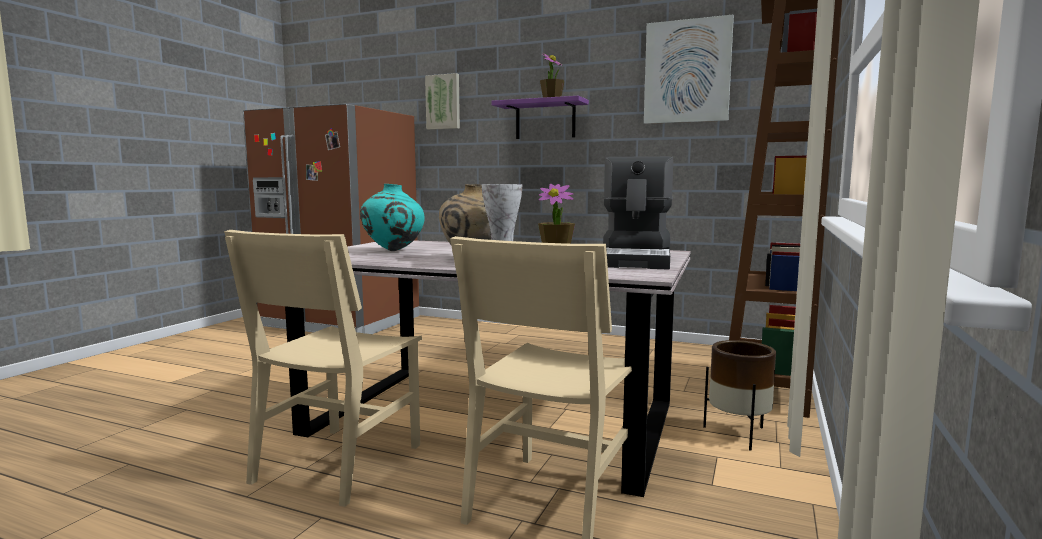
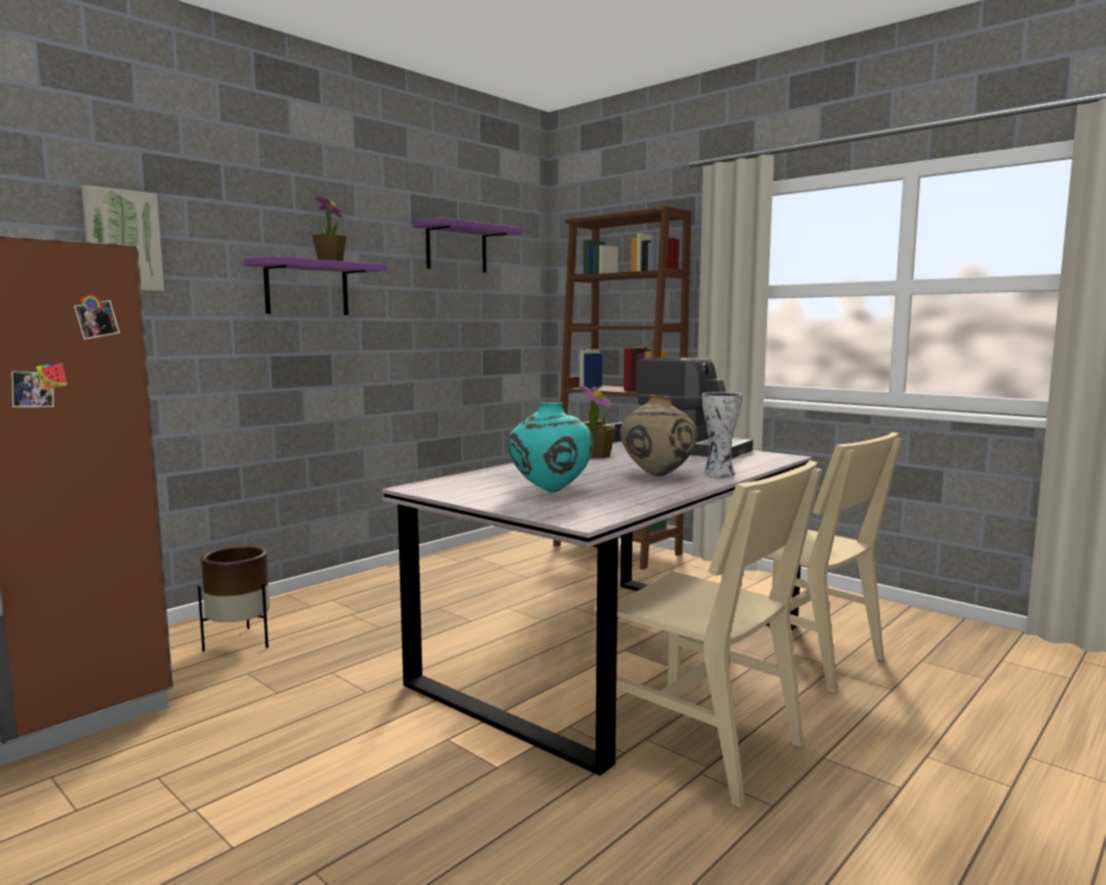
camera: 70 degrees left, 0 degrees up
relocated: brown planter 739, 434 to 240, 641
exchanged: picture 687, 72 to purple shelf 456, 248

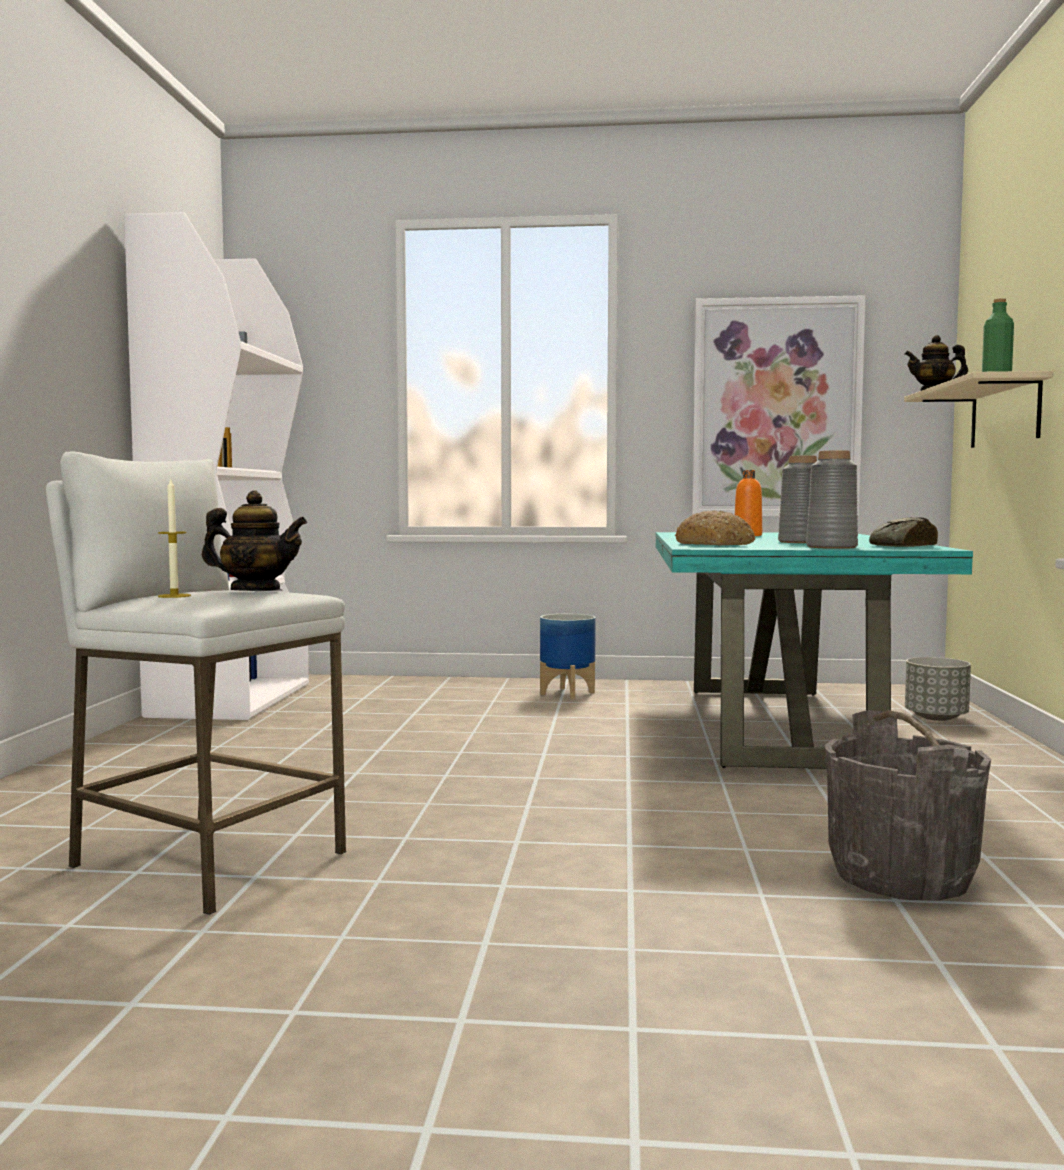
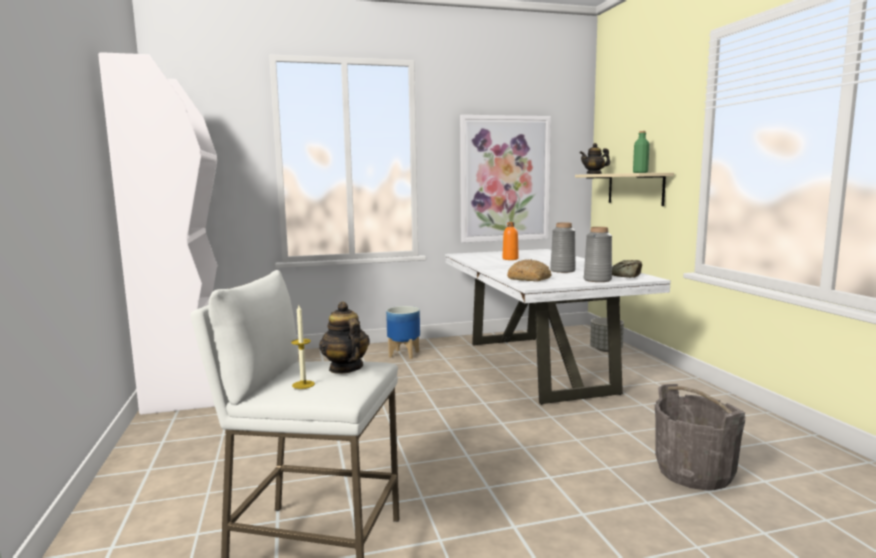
camera: 20 degrees left, 5 degrees up
colour: turquoise dining table 777, 726 to white dining table 538, 367
spun: teapot 256, 591 = 345, 368 105 degrees counterclockwise

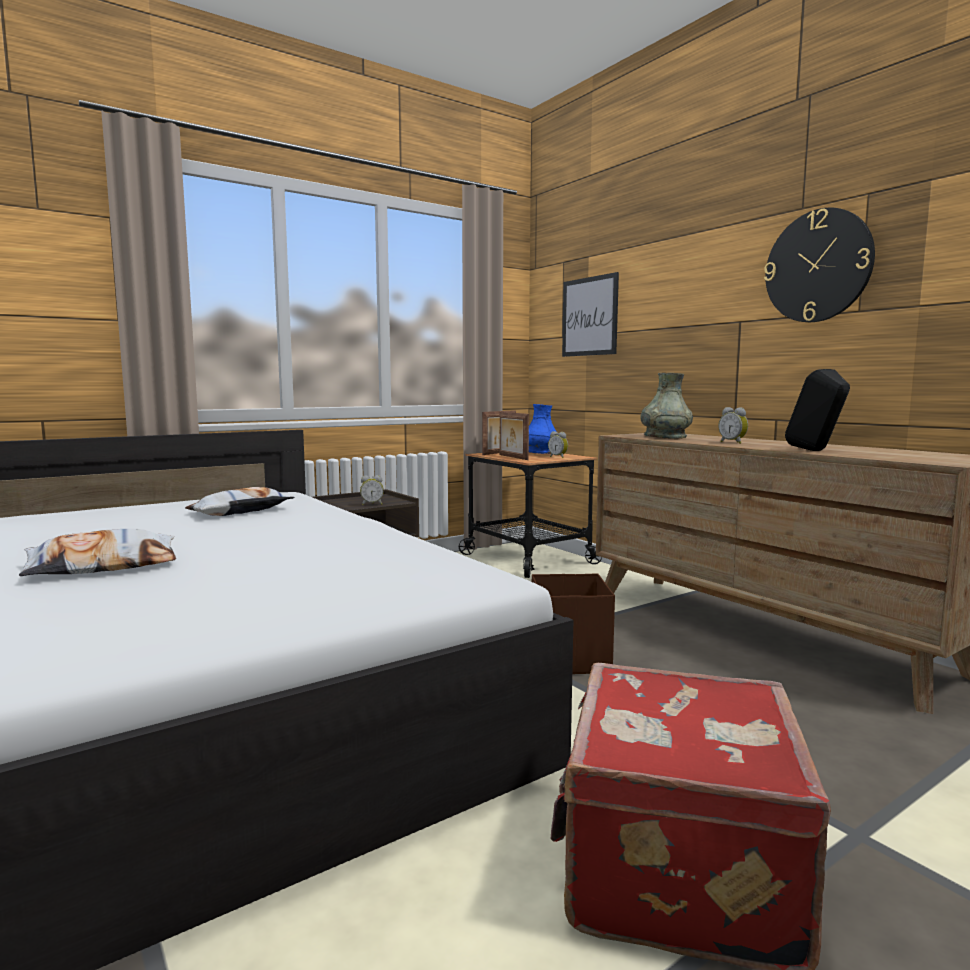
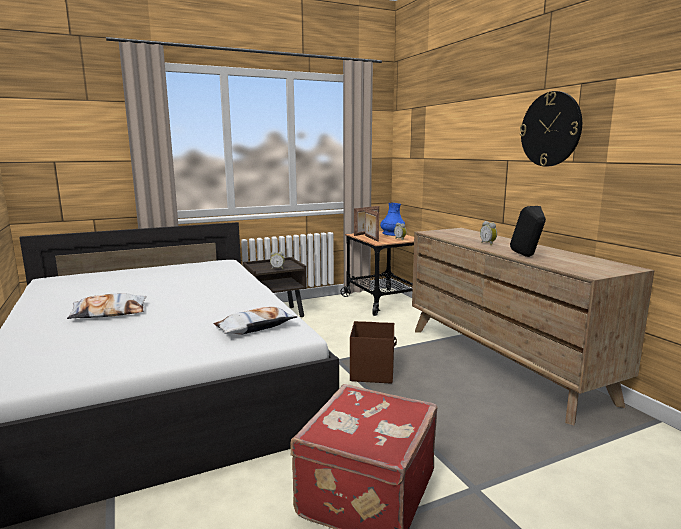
camera: 10 degrees right, 5 degrees up
missing: picture 589, 316; grey vase 665, 437
relocated: pillow 240, 511 to 255, 327

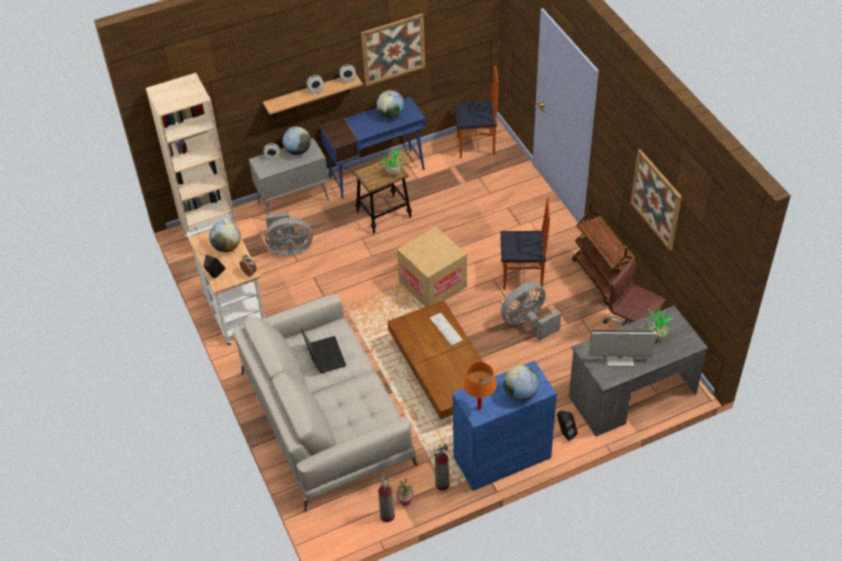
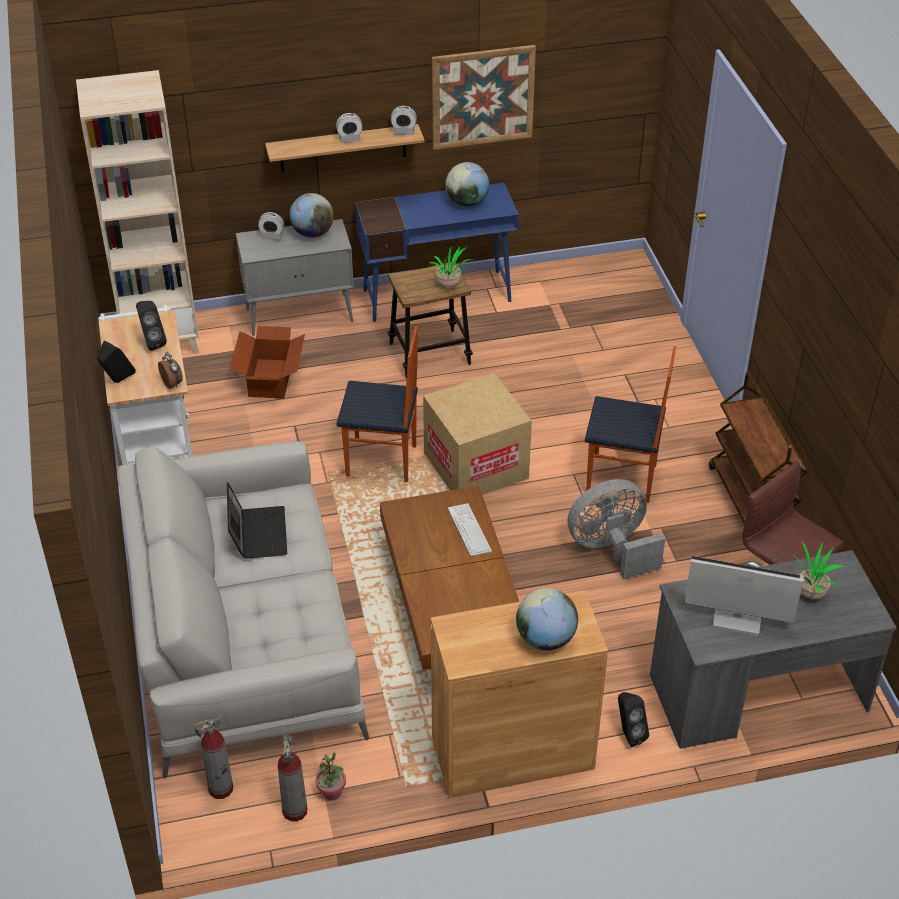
camera: 10 degrees right, 5 degrees down
missing: picture 656, 199; orange table lamp 479, 408
relocated: chair 476, 146 to 382, 462; fire extinguisher 442, 484 to 221, 788
exchanged: grey fan 289, 248 to cardboard box 271, 378; globe 227, 247 to black speaker 151, 342
colour: blue cabinet 502, 457 to brown cabinet 512, 753

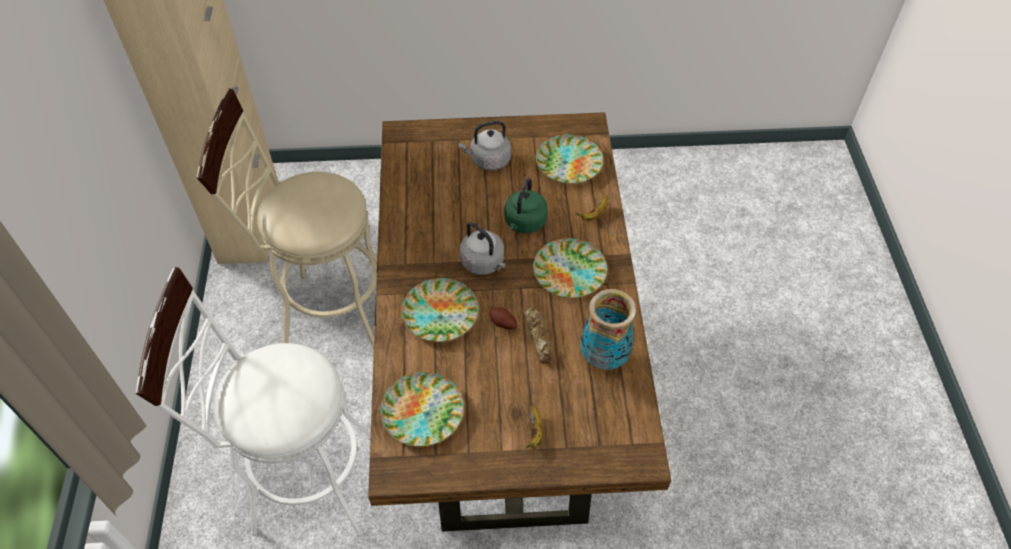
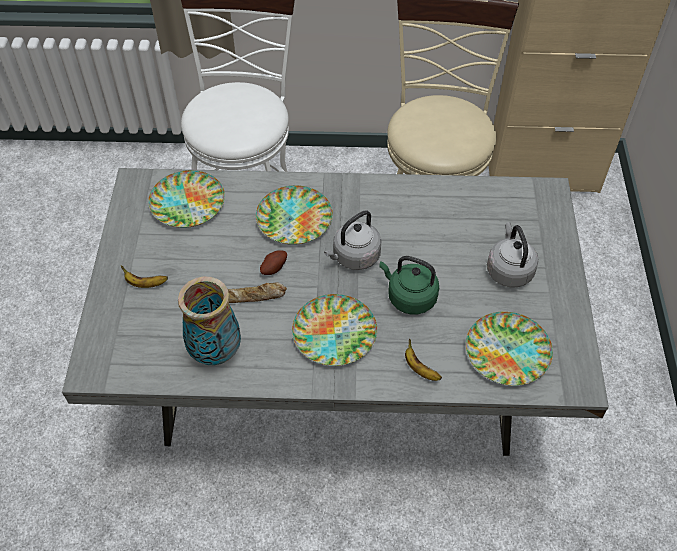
camera: 95 degrees right, 0 degrees up
colour: brown dining table 506, 380 to grey dining table 336, 387

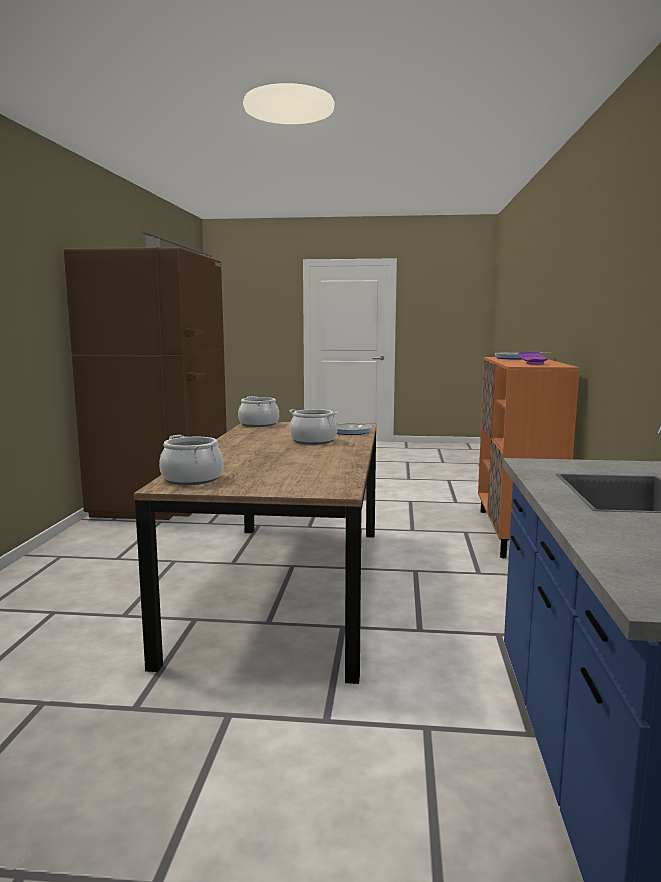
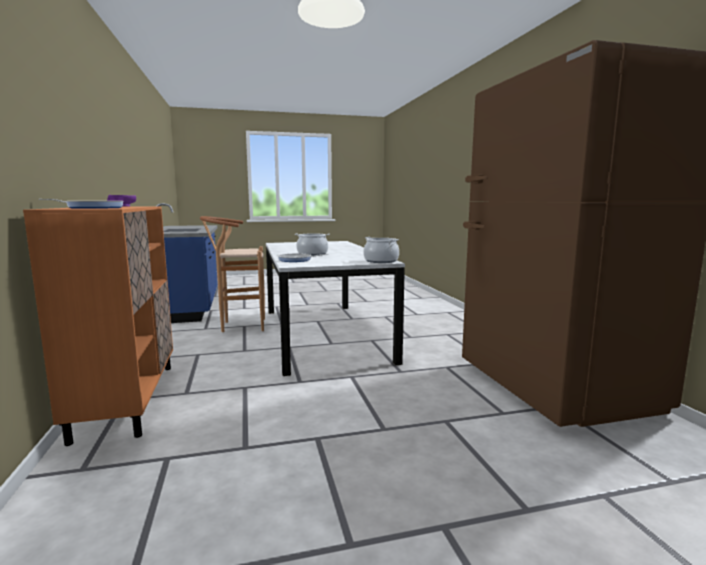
camera: 160 degrees right, 0 degrees up
missing: cooking pot 192, 479
appeared: brown stool 238, 326
colour: brown dining table 287, 586 to white dining table 323, 333

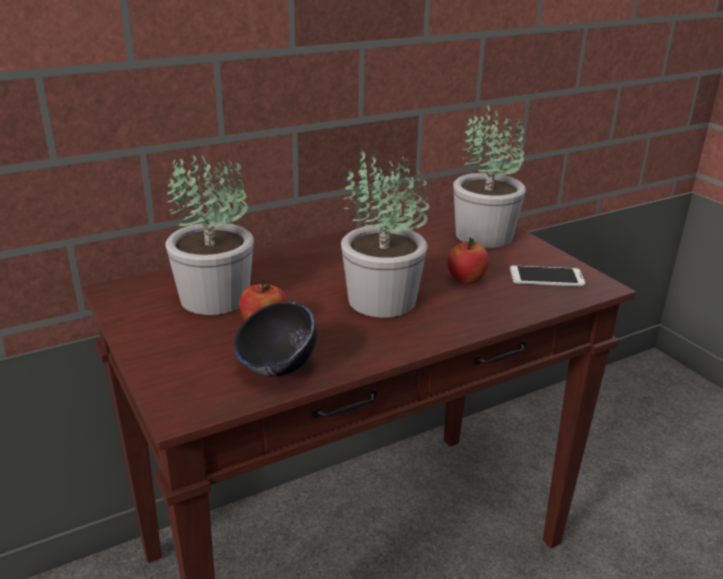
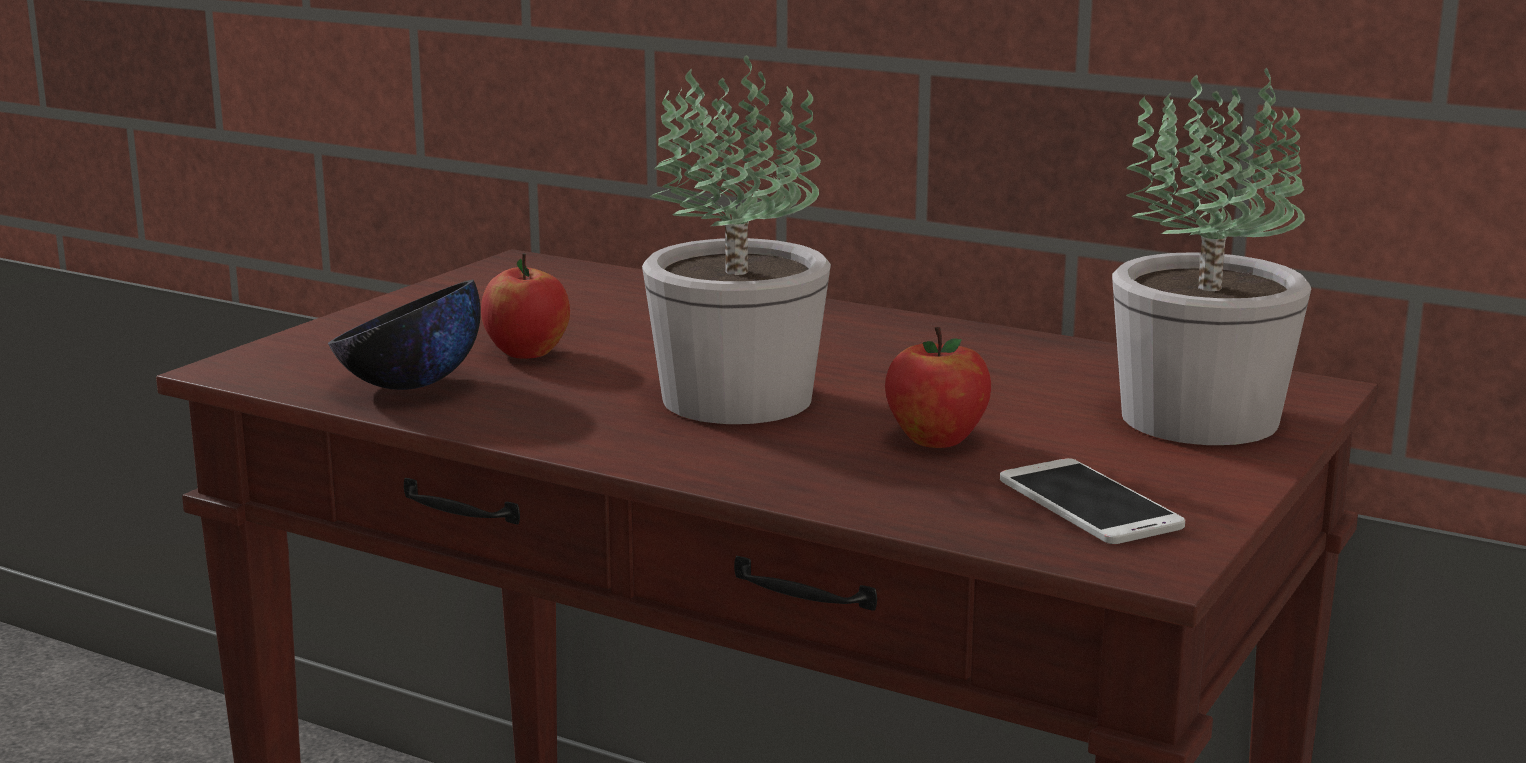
camera: 60 degrees right, 10 degrees down
missing: potted plant 214, 298

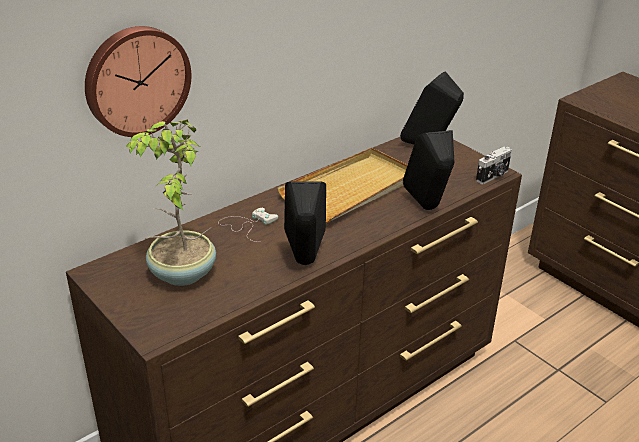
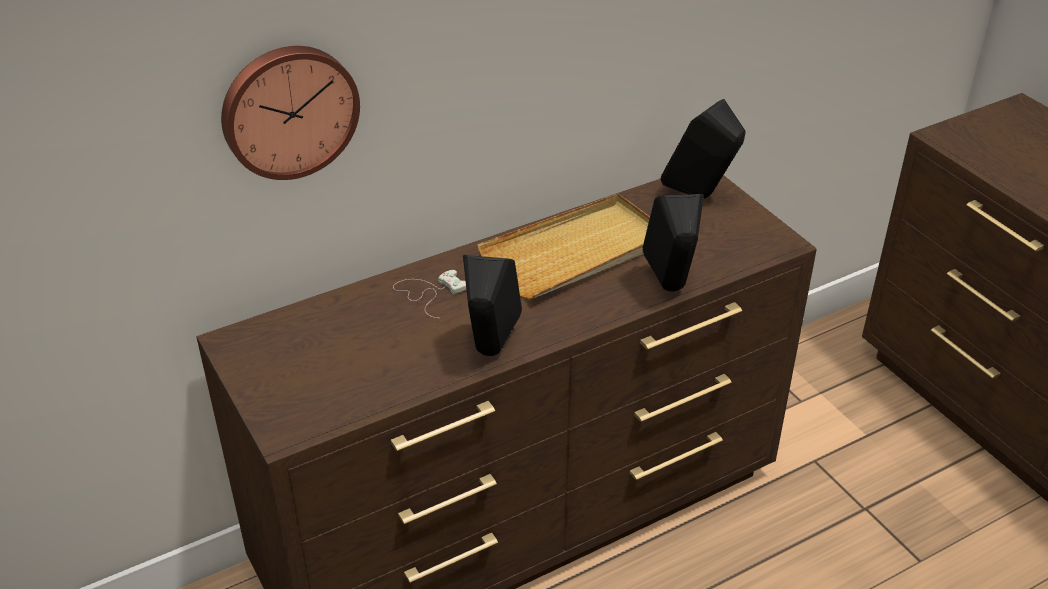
camera: 10 degrees right, 5 degrees up
missing: potted plant 181, 274; photo camera 493, 176

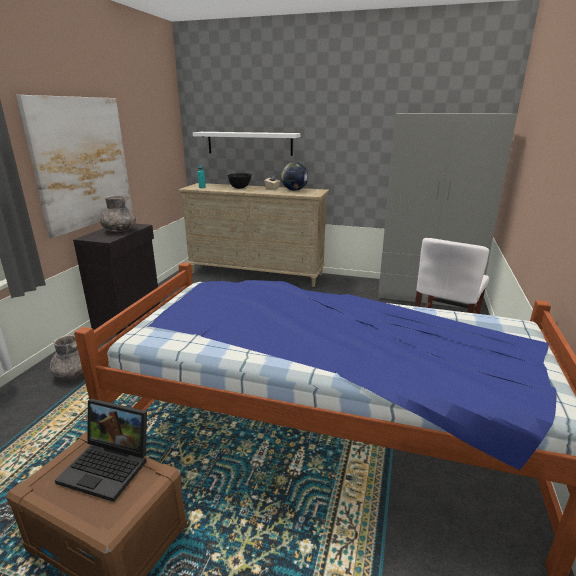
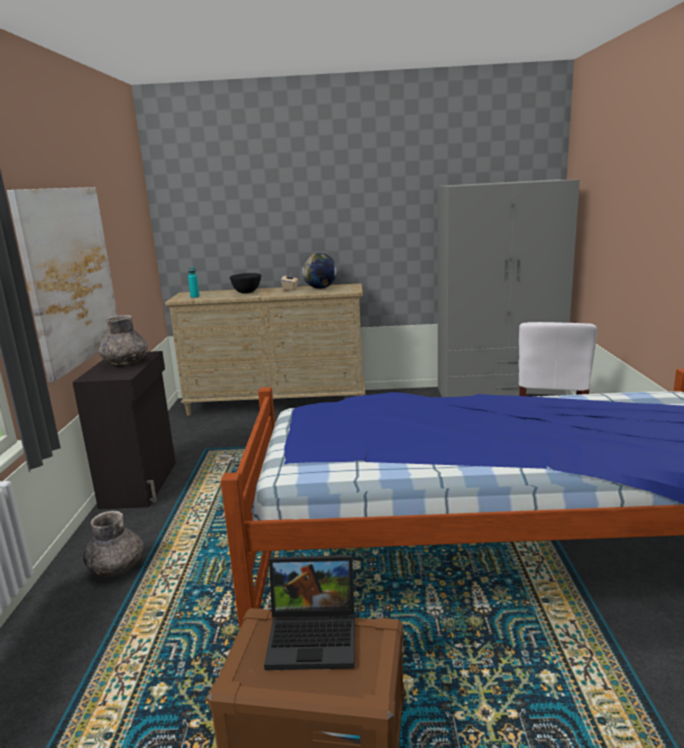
camera: 15 degrees left, 5 degrees down
missing: white shelf 249, 143

